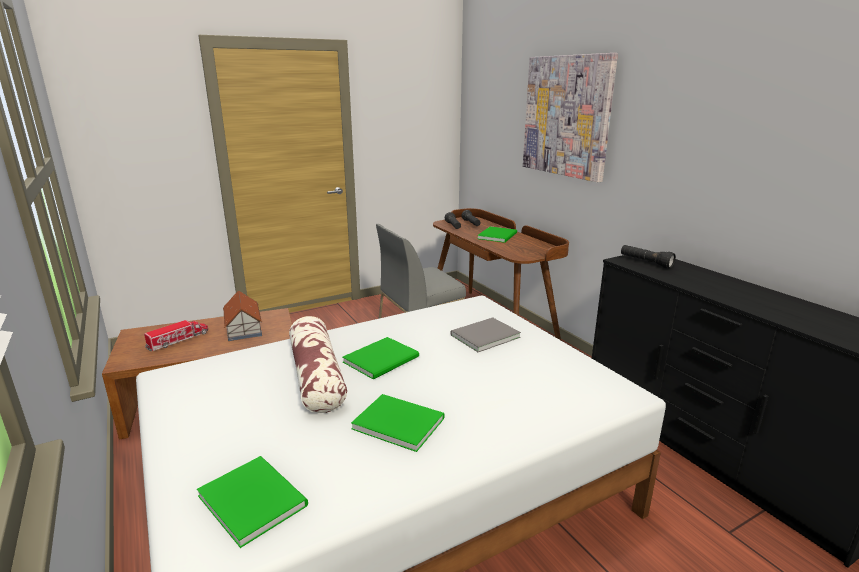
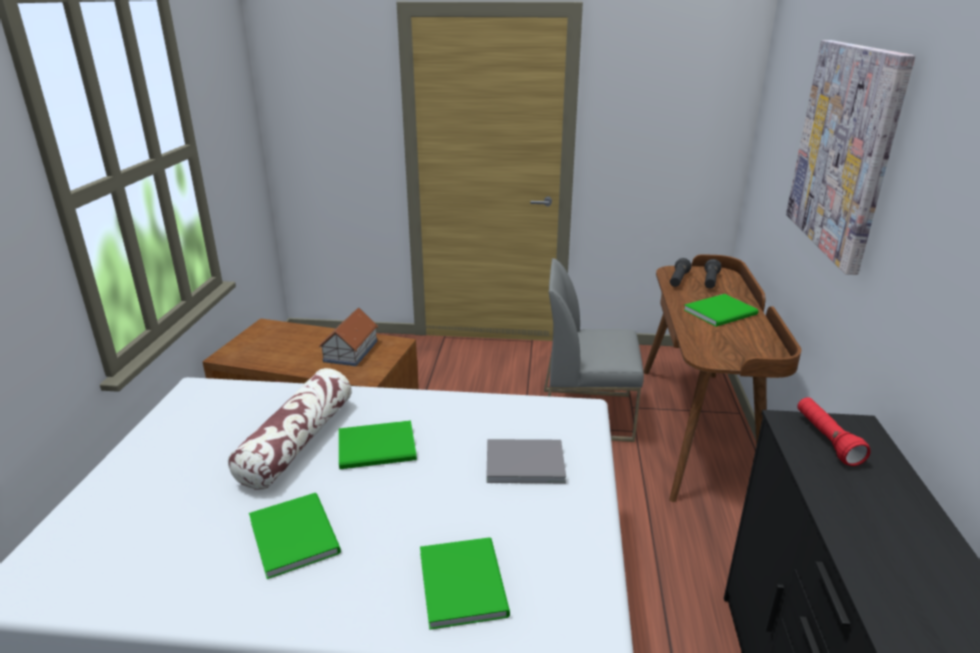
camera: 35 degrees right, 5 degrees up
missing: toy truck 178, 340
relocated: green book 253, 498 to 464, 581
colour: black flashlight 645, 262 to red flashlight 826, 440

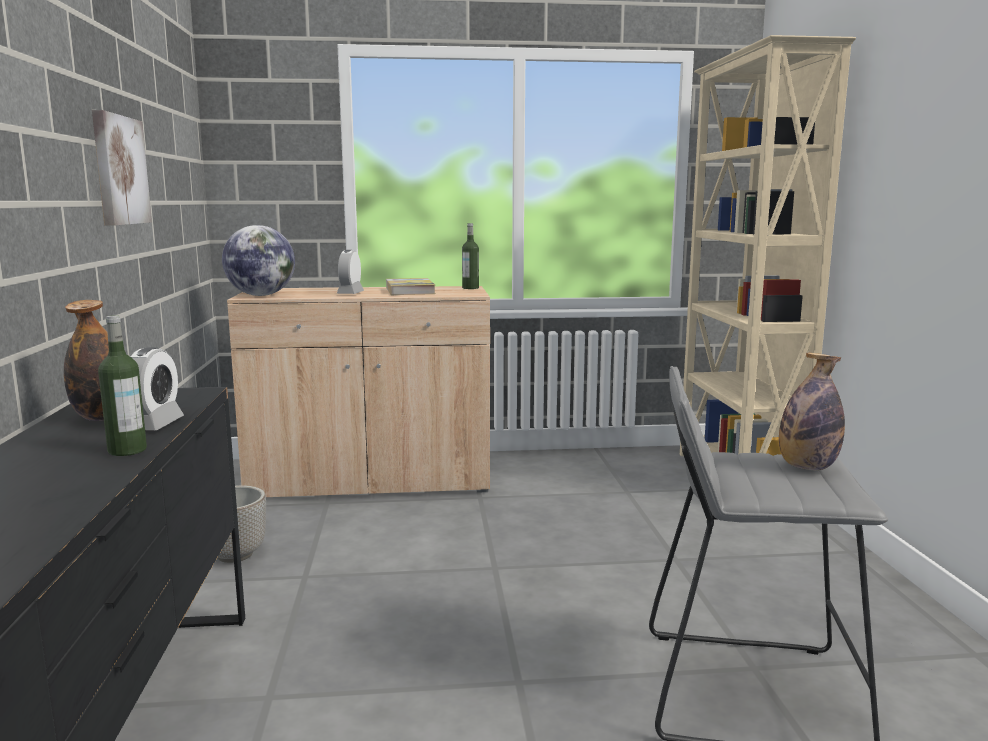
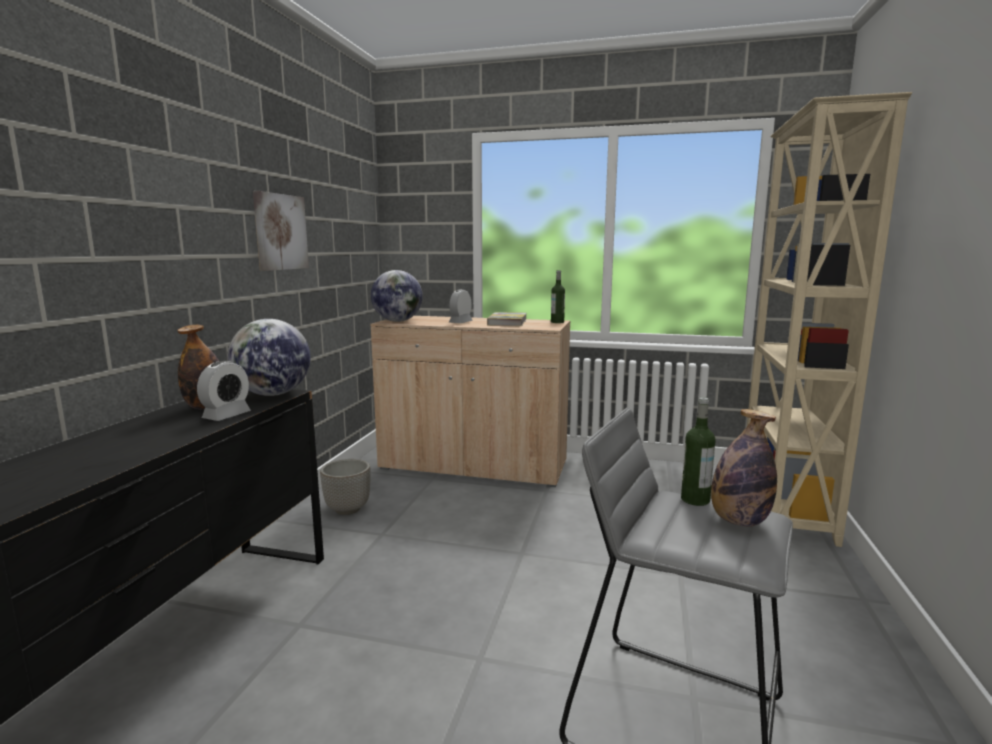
camera: 20 degrees right, 0 degrees up
appeared: globe 273, 394
relocated: bottle 127, 450 to 695, 500

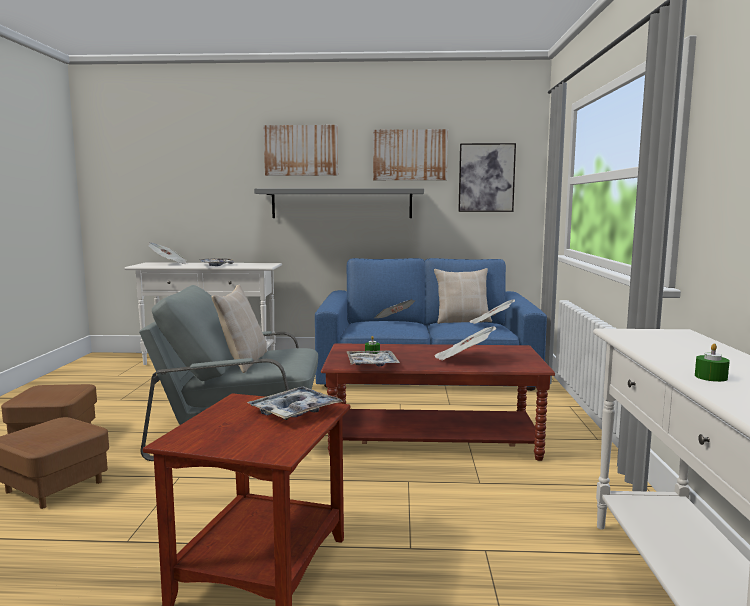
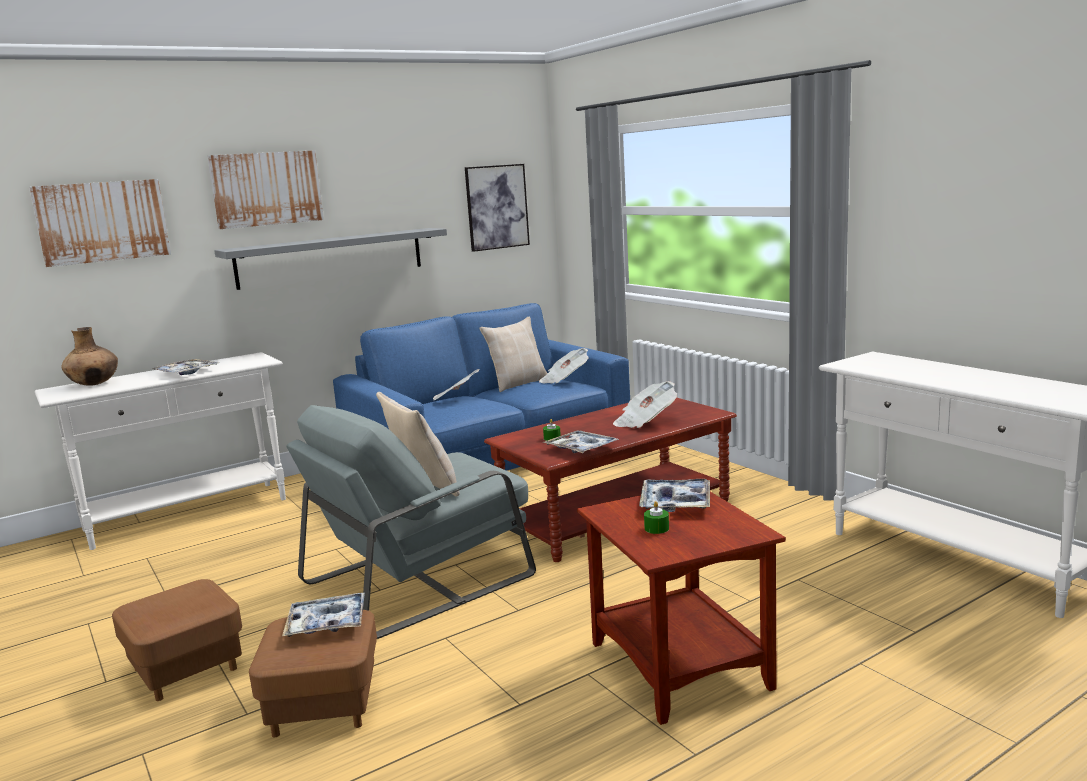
camera: 35 degrees left, 5 degrees up
appeared: tray 327, 623
relocated: picture 410, 155 to 102, 221; green candle 710, 377 to 656, 528
exchanged: newspaper 169, 263 to brown vase 94, 384

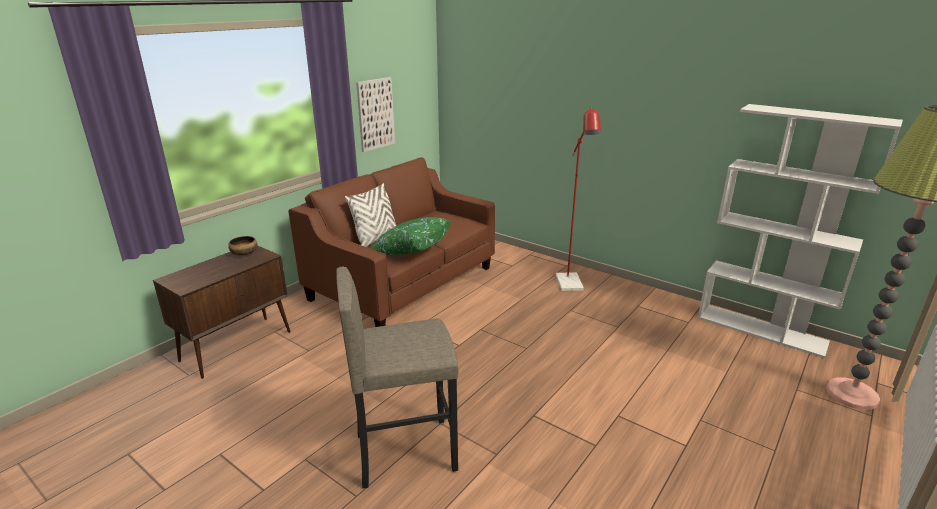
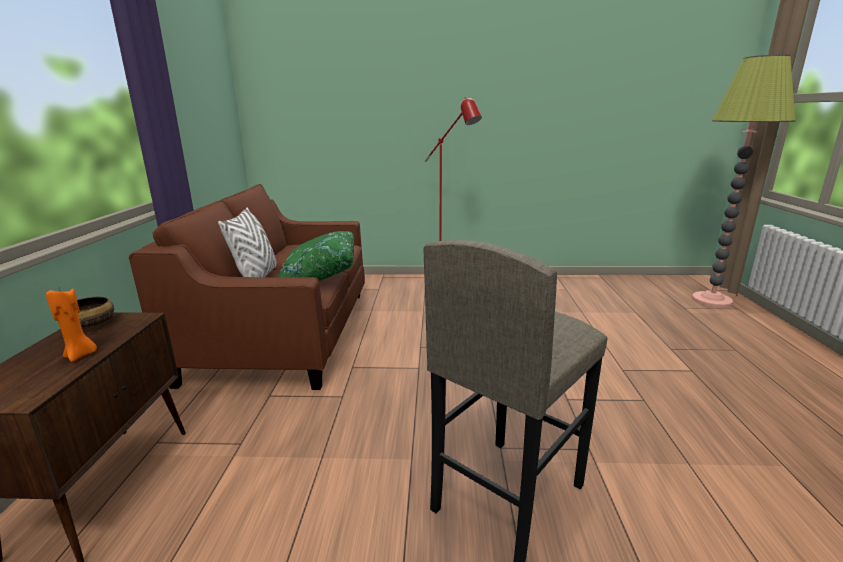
camera: 35 degrees left, 5 degrees down
missing: picture 375, 114; white bookcase 761, 329
appeared: orange candle 80, 355

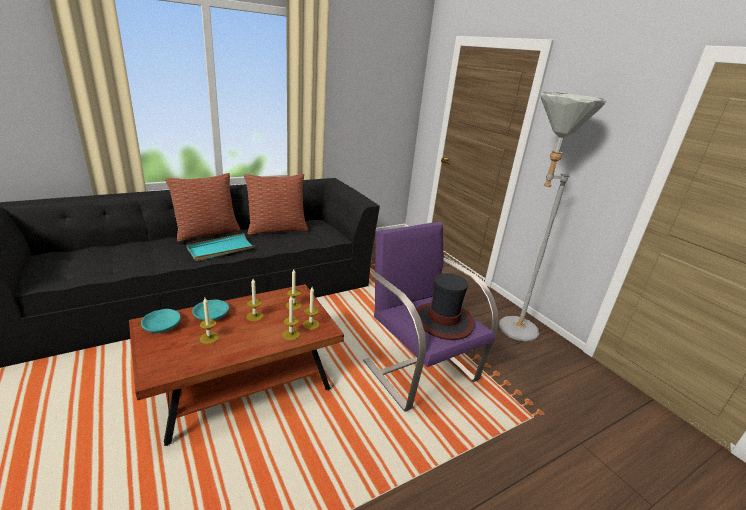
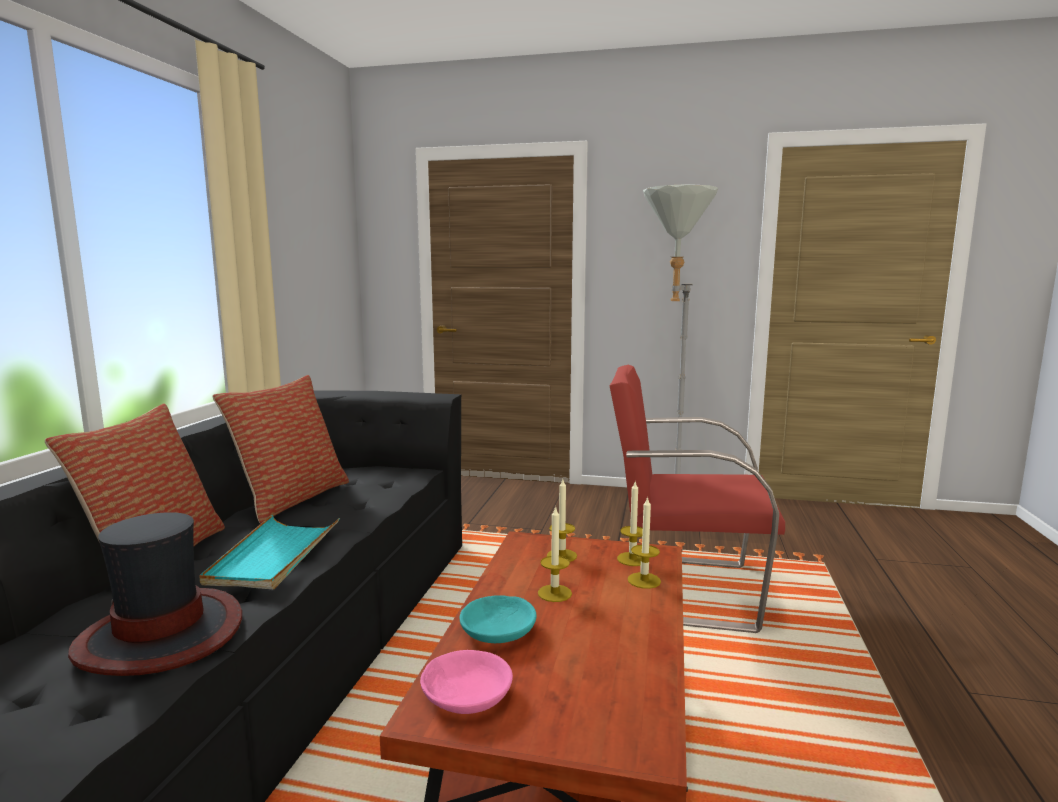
camera: 45 degrees left, 15 degrees down
missing: candle 209, 338
relocated: hat 443, 321 to 161, 634
colour: purple armchair 419, 369 to red armchair 685, 589; turquoise bowl 162, 325 to pink bowl 465, 694

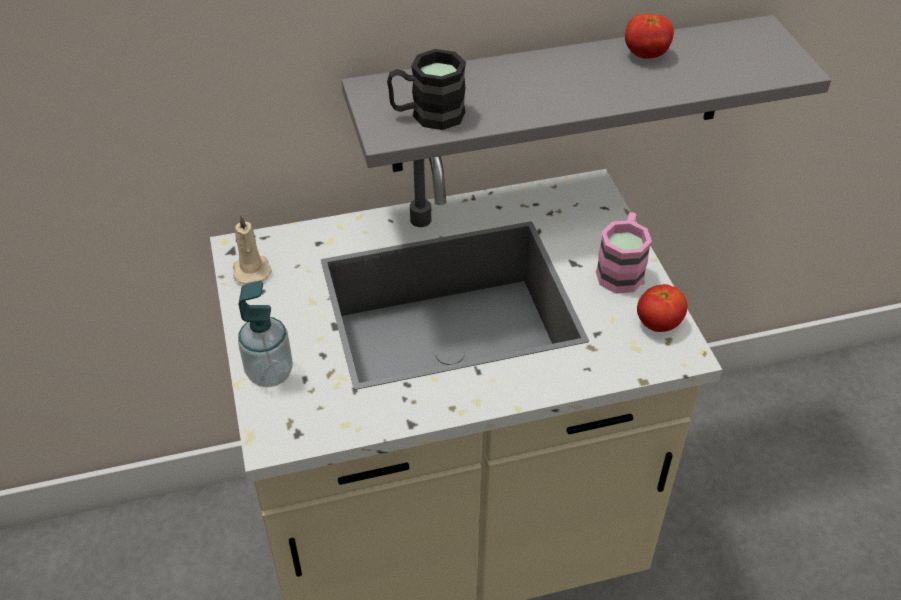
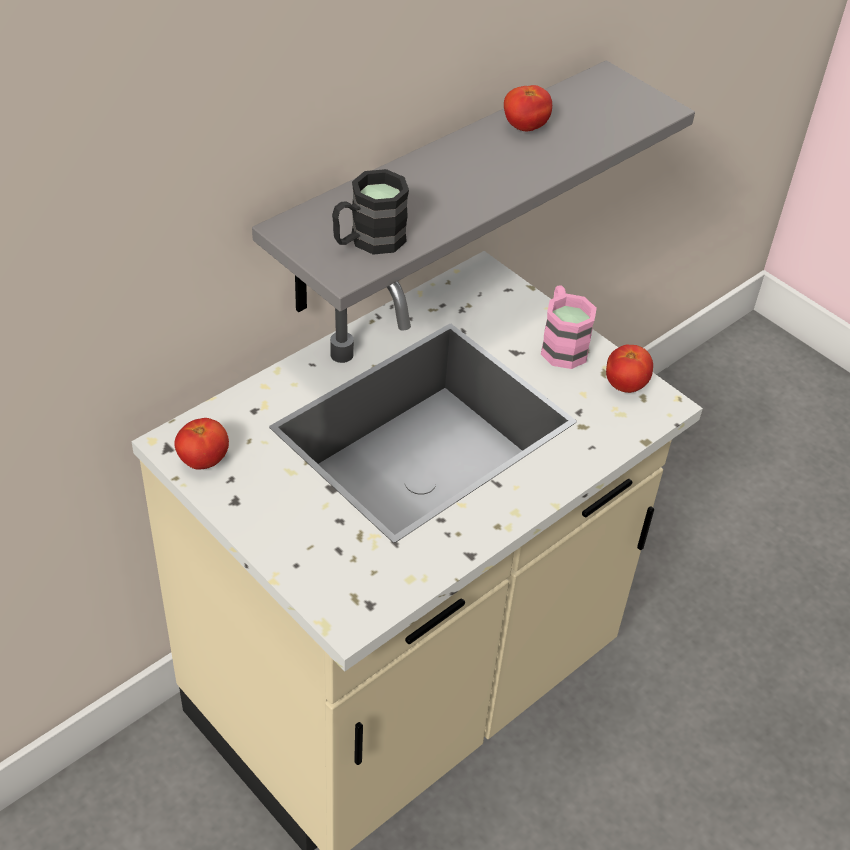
camera: 30 degrees left, 0 degrees up
missing: soap dispenser 270, 373
exchanged: beige candle 251, 269 to tomato 203, 460

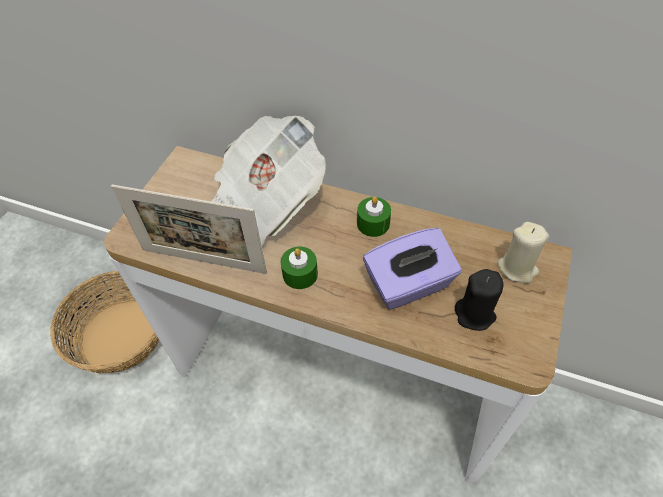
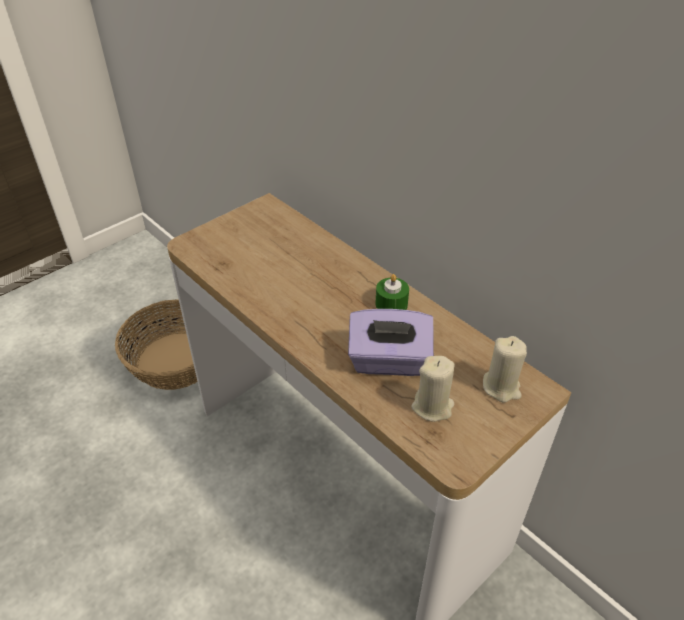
camera: 25 degrees right, 10 degrees down
missing: newspaper 263, 203; picture frame 203, 261; green candle 300, 274
colour: black candle 475, 314 to beige candle 432, 406

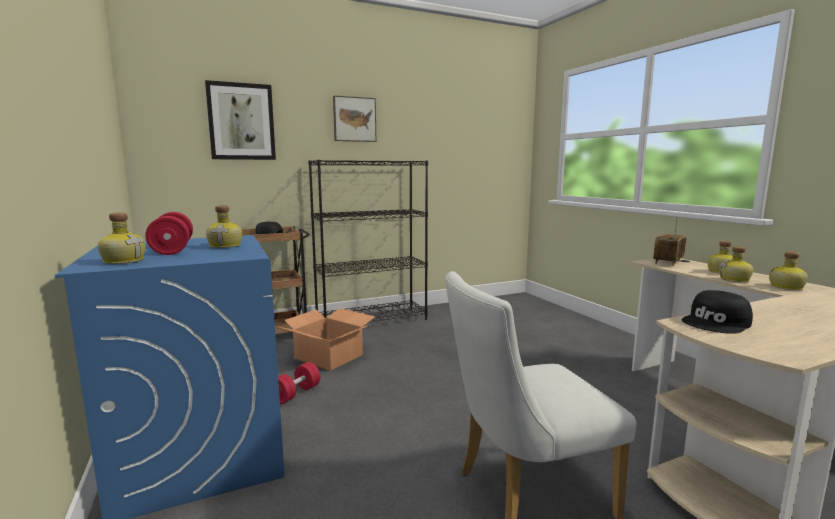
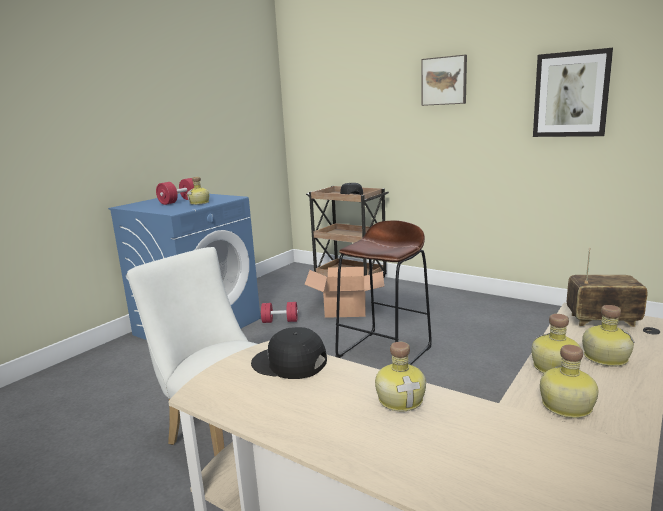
camera: 60 degrees right, 5 degrees up
missing: black bookcase 372, 320
appeared: brown stool 384, 352
relocated: picture 241, 122 to 571, 94; bottle 124, 261 to 401, 399

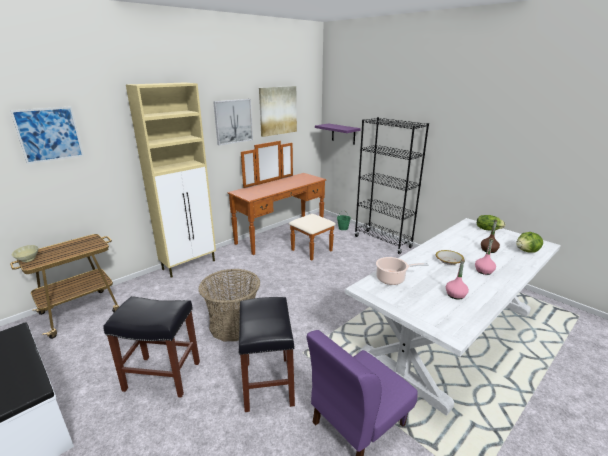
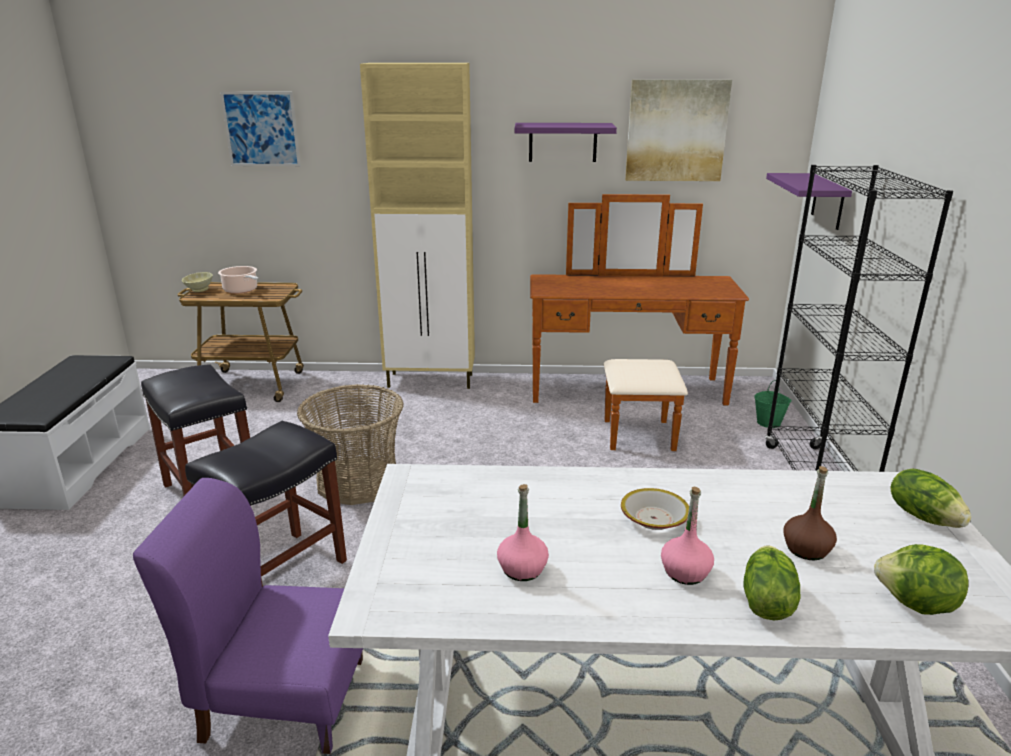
camera: 45 degrees right, 0 degrees up
appeared: lettuce 765, 602
relocated: cooking pot 392, 279 to 241, 290
exchanged: picture 233, 121 to purple shelf 562, 142

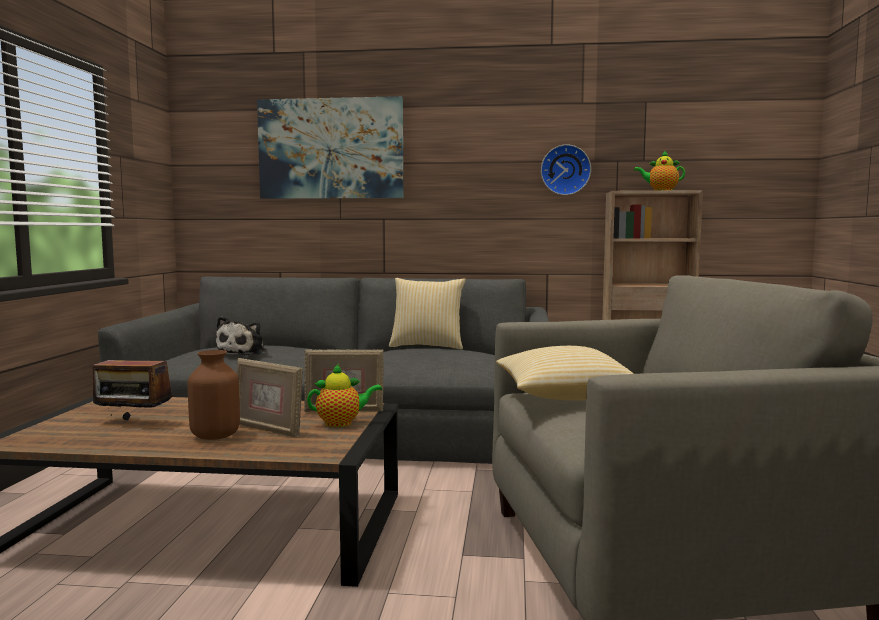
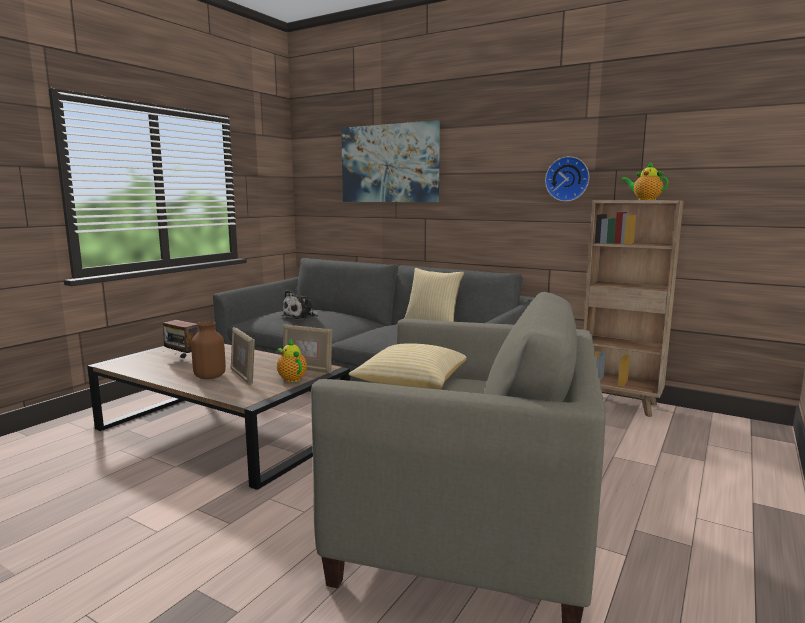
camera: 25 degrees right, 5 degrees up
spun: teapot 342, 423 = 291, 378 135 degrees counterclockwise

